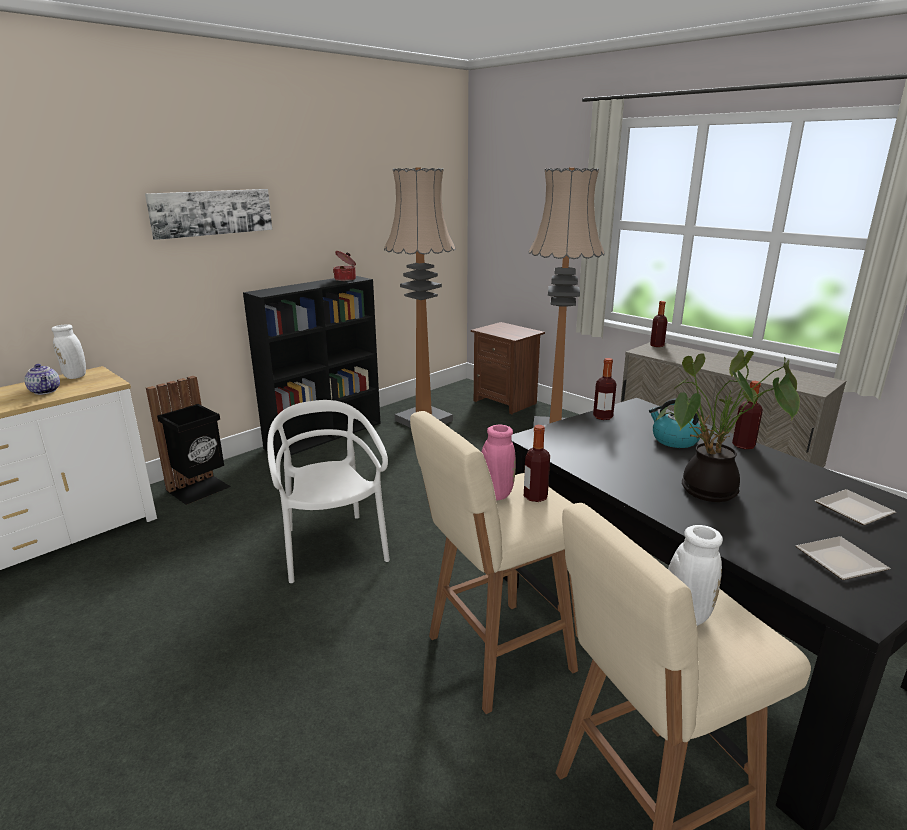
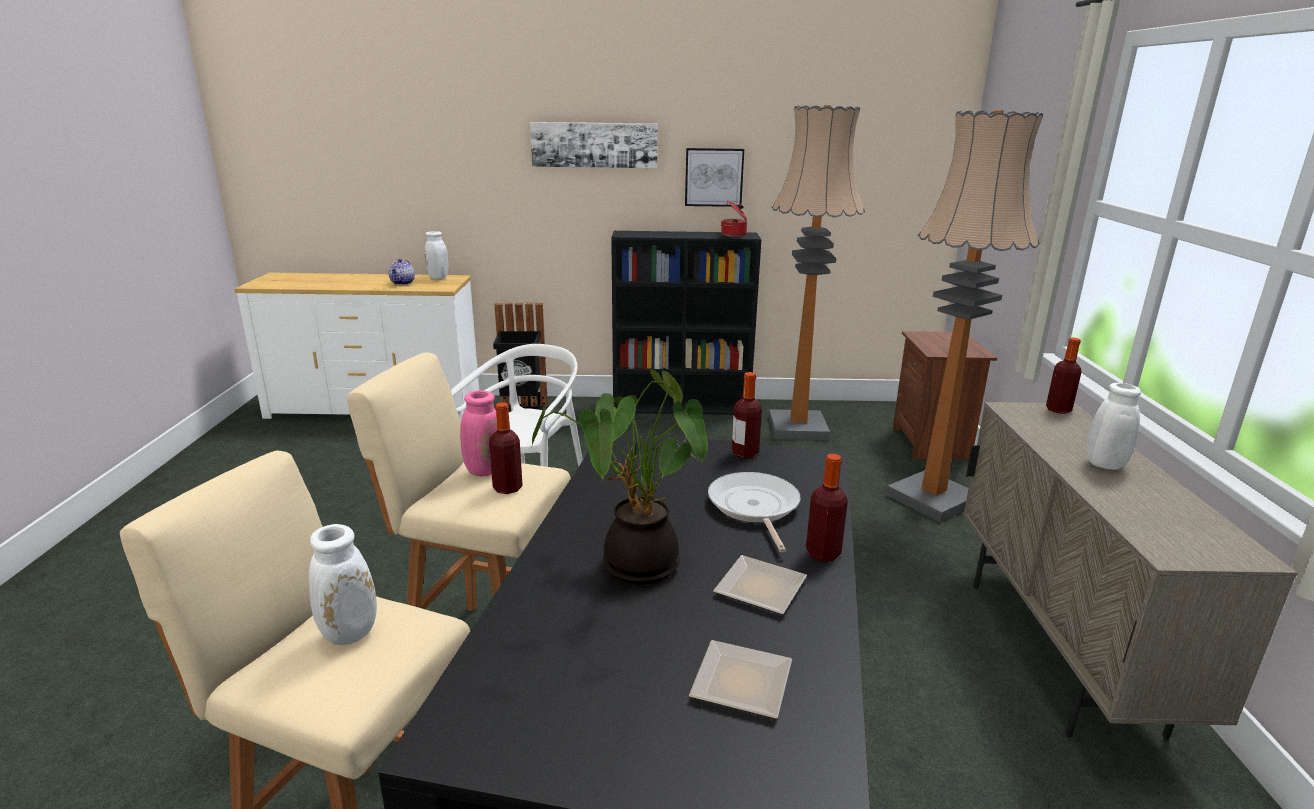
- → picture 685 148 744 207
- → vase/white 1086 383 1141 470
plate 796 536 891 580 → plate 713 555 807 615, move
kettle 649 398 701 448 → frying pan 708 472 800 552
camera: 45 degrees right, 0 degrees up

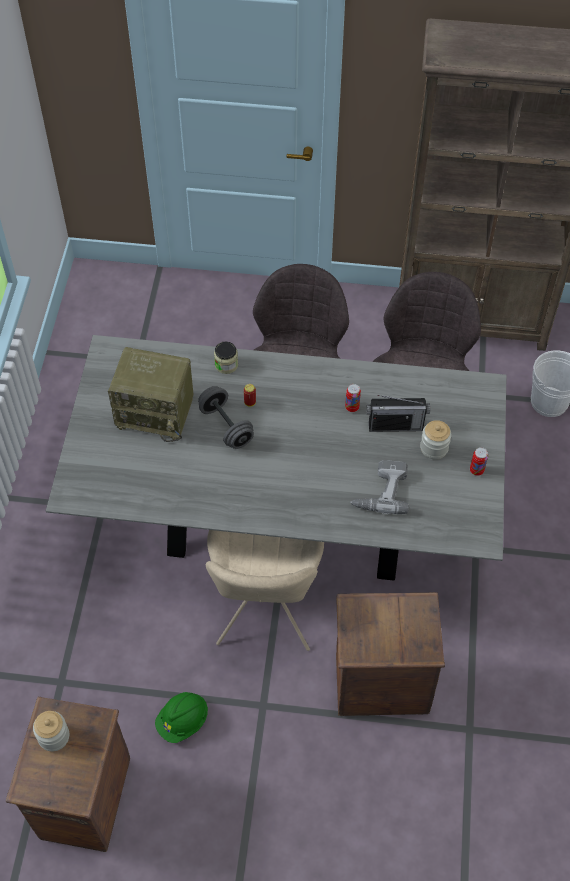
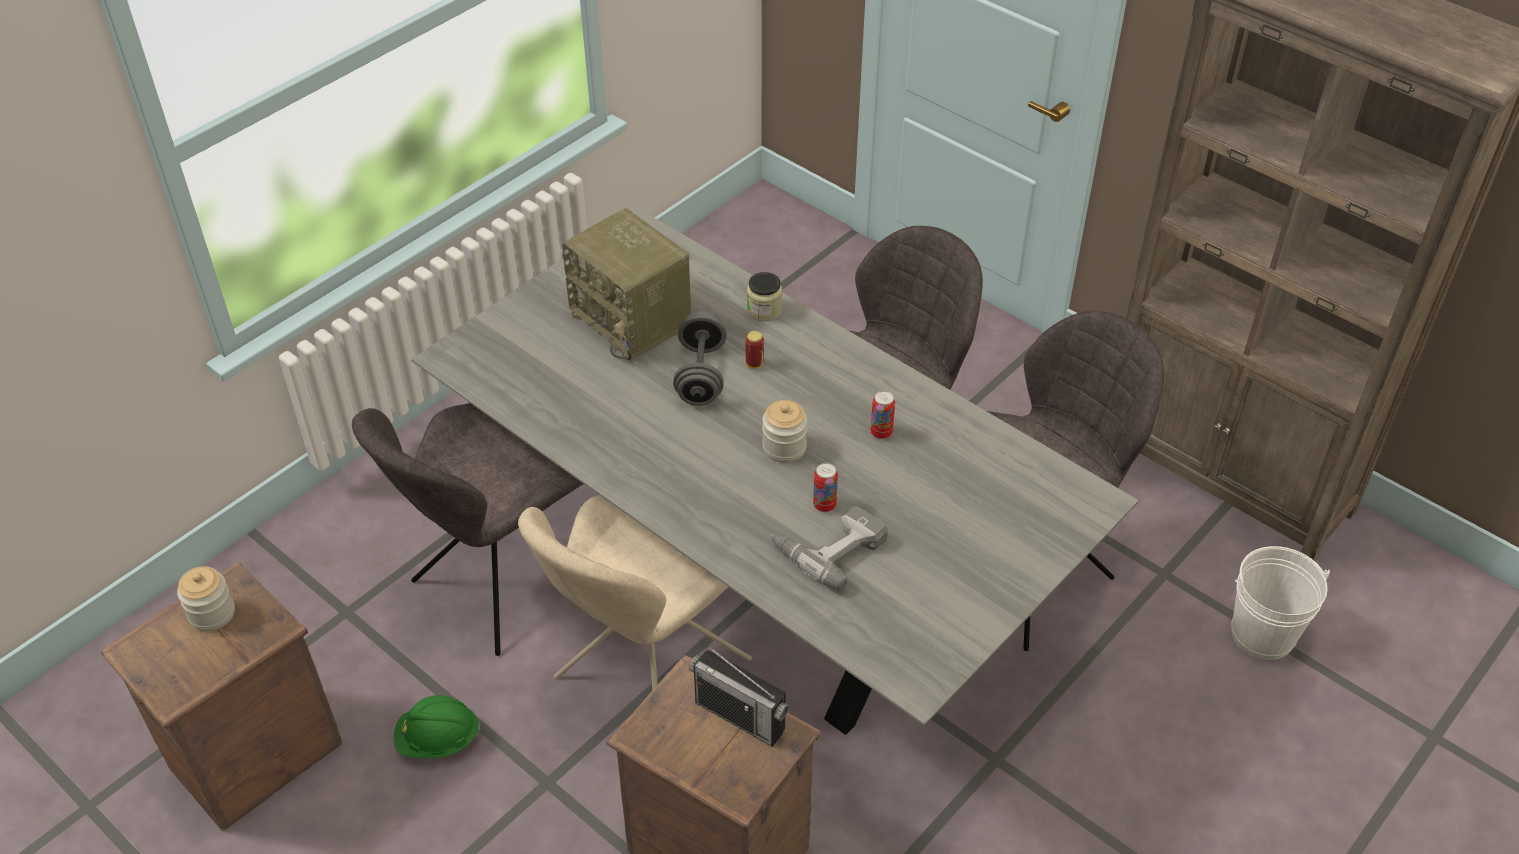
- → chair/grey 352 403 583 656
radio 366 395 430 432 → radio 689 645 789 747, move
jar 420 420 452 459 → jar 762 400 807 463, move
can 470 447 488 476 → can 813 463 838 512, move
camera: 35 degrees right, 10 degrees down

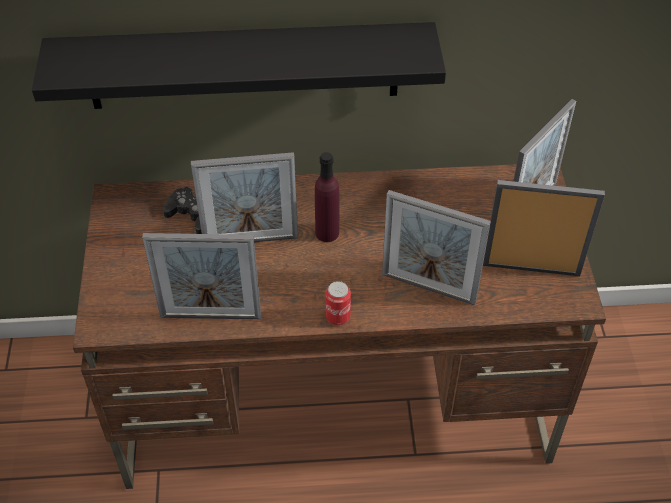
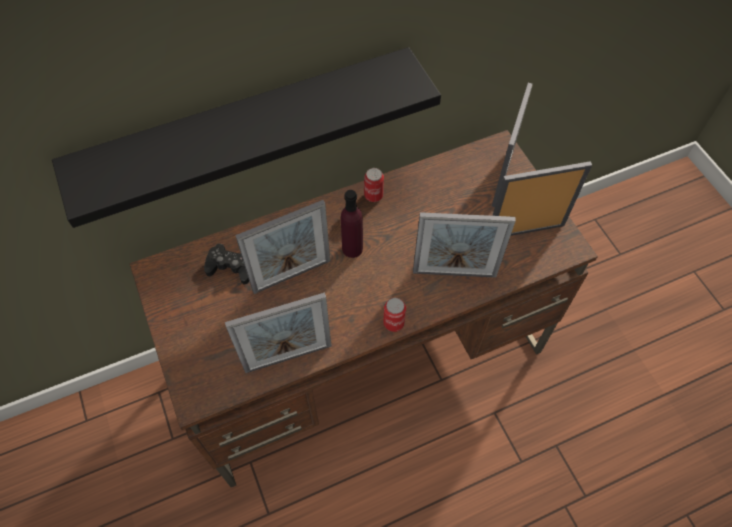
- → can 364 168 384 202
camera: 20 degrees left, 10 degrees up

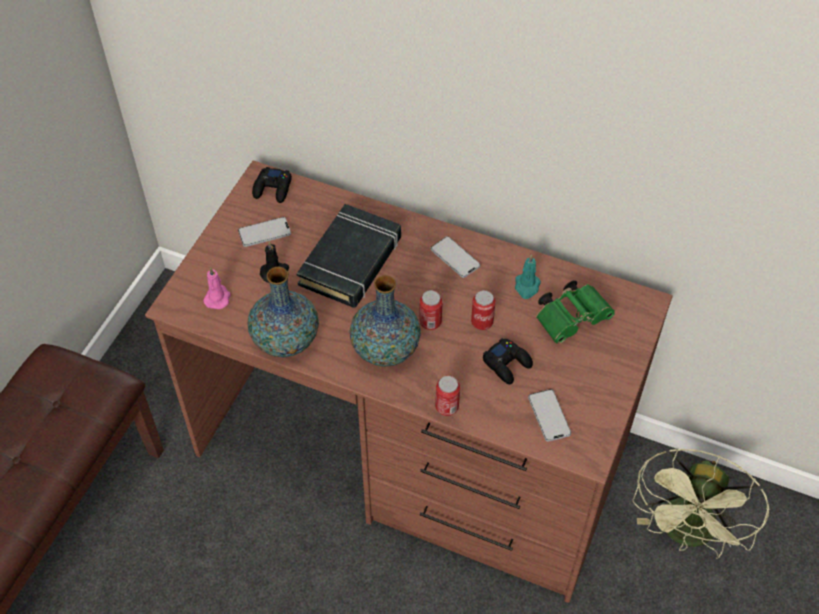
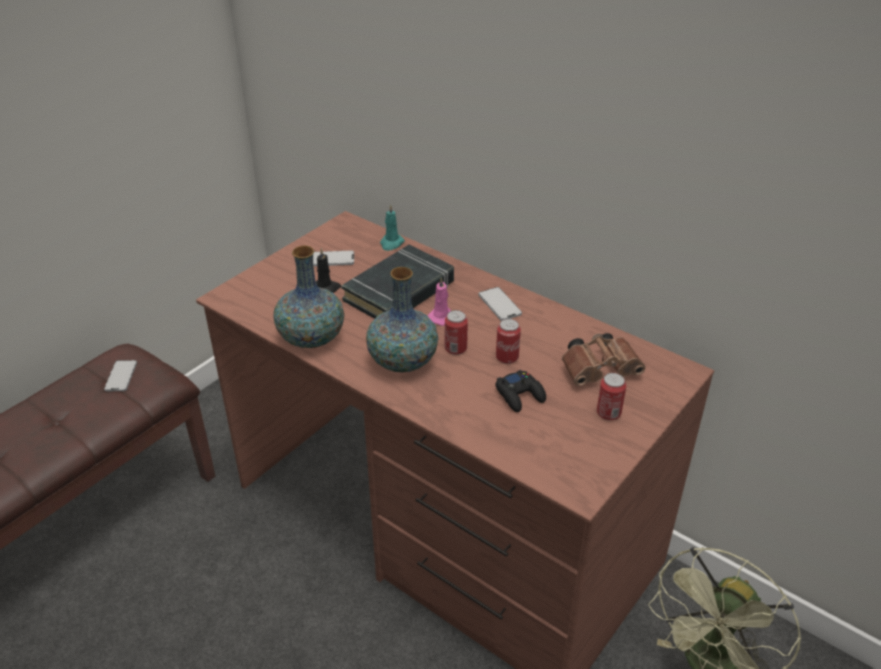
game controller/black 252 167 292 203 → -
candle/pink 203 267 231 309 → candle/pink 428 277 451 326, move
can 435 376 460 416 → can 597 373 626 420, move
candle/turquoise 515 254 541 299 → candle/turquoise 380 204 405 251, move
phone 528 389 571 442 → phone 104 360 137 391, move
binoculars/green 536 280 615 344 → binoculars/brown 562 333 646 386
camera: 15 degrees right, 15 degrees down

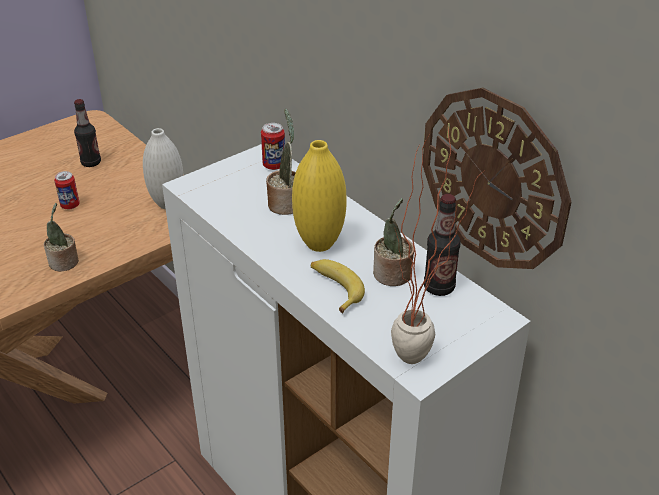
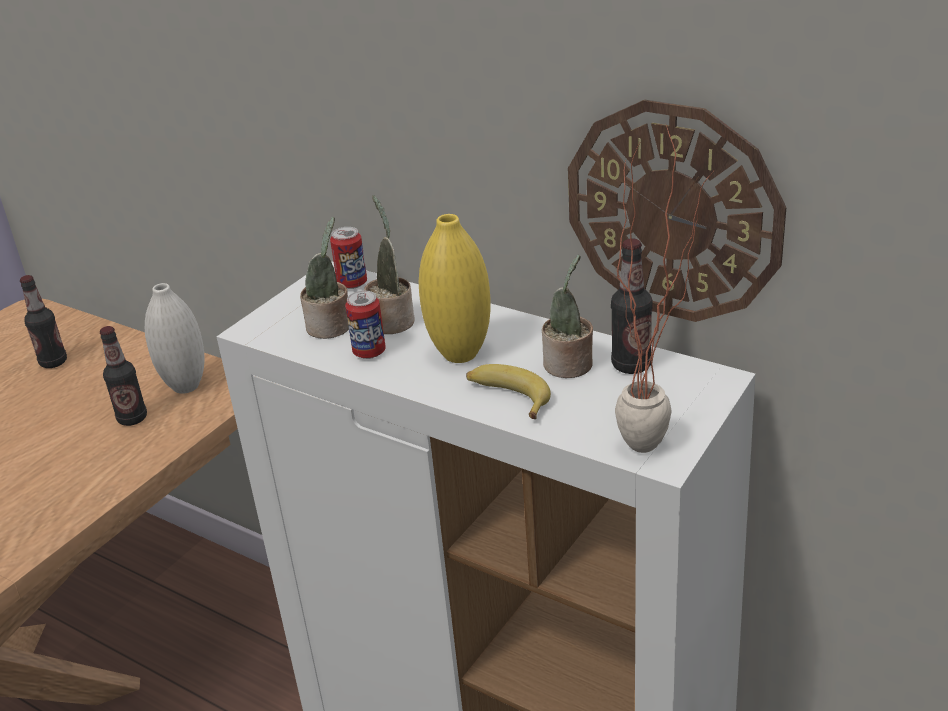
- → bottle 100 326 147 426
potted plant 44 203 79 271 → potted plant 300 217 349 339, move
can 54 171 80 209 → can 345 290 386 359, move
camera: 15 degrees left, 5 degrees down

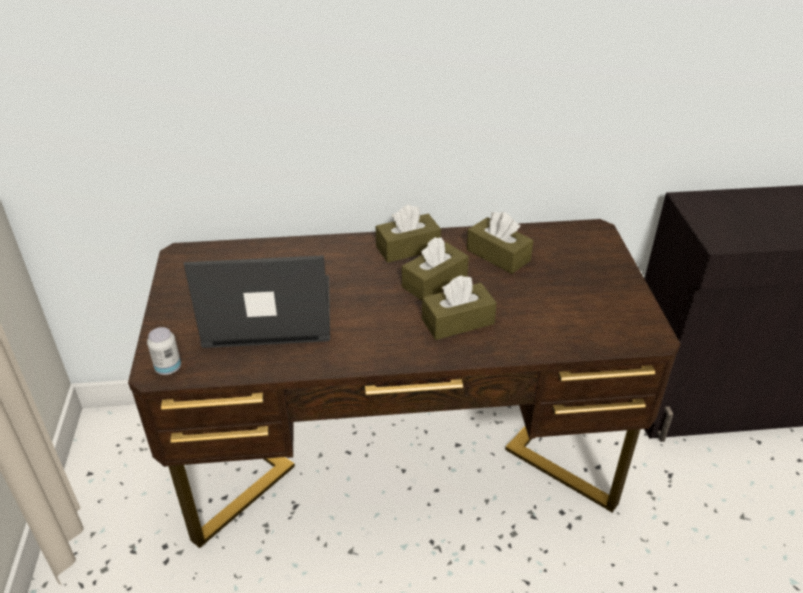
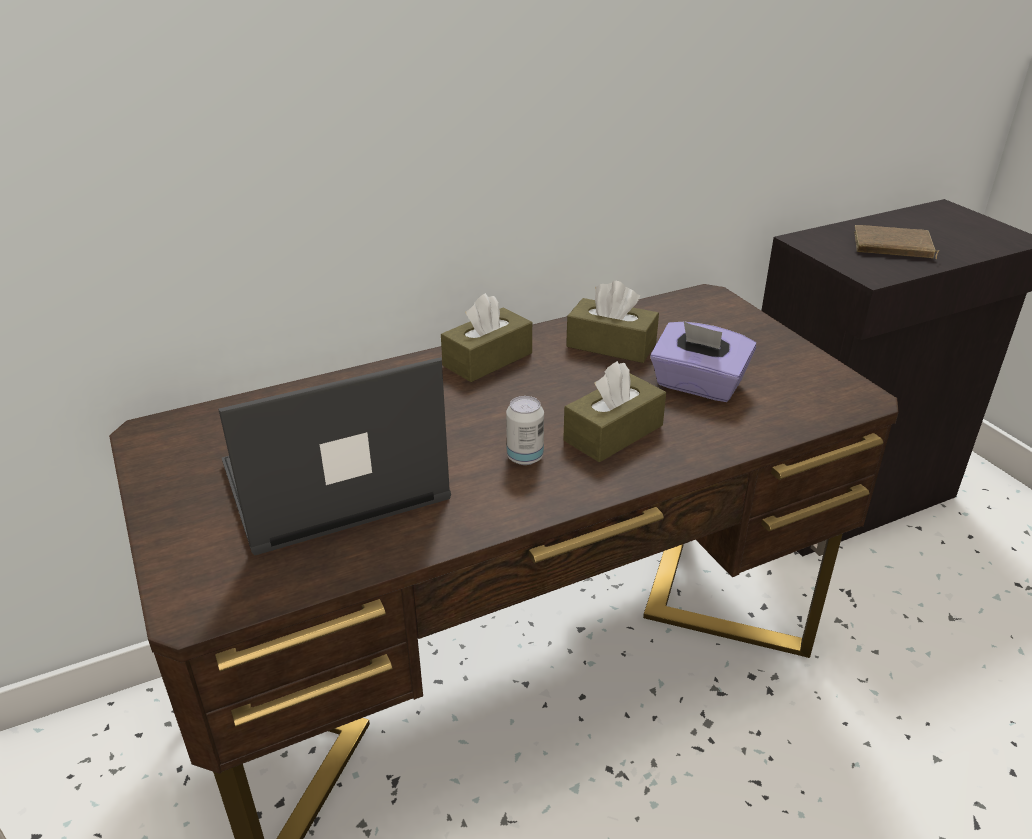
tissue box/brown 402 237 469 301 → -
- → tissue box/purple 650 322 756 402
- → book/brown 854 225 940 259
can 147 327 181 375 → can 506 396 544 465, move
camera: 20 degrees left, 5 degrees down

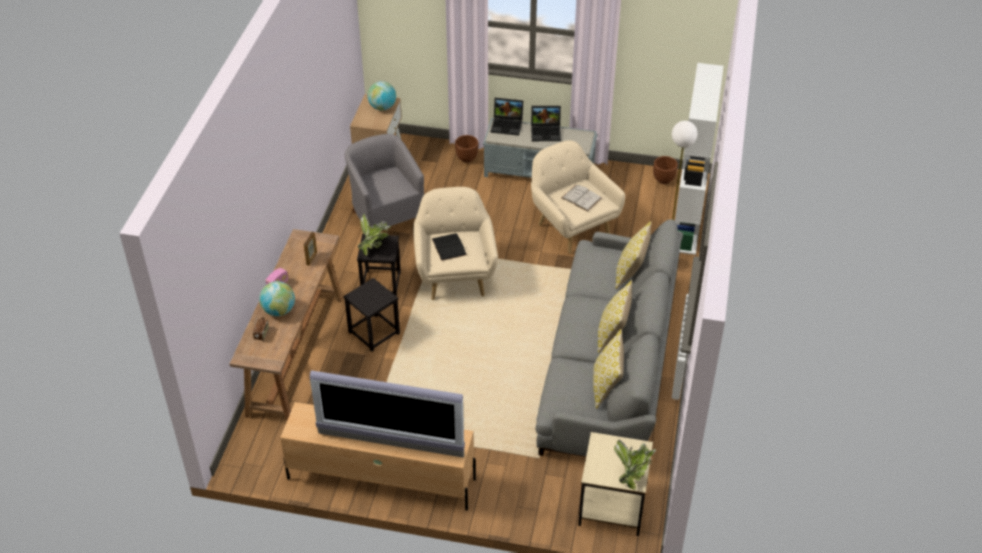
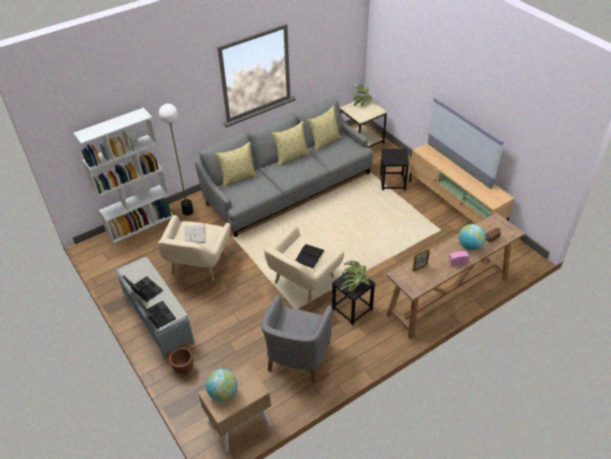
planter/brown 653 156 678 184 → -
stool/black 343 278 400 352 → stool/black 380 149 409 190, move
camera: 135 degrees left, 0 degrees up

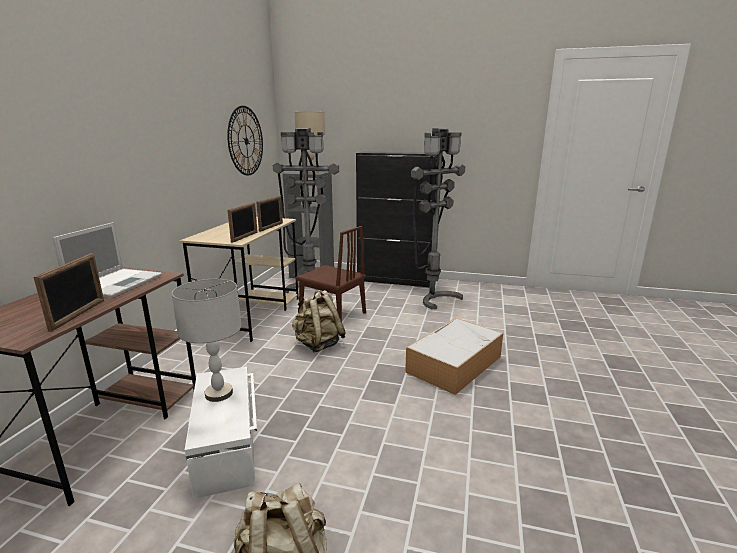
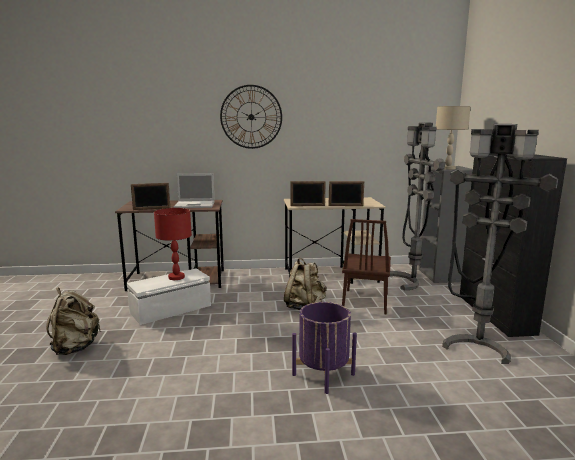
wall clock 227 106 263 176 → wall clock 220 85 282 149, move
storage box 405 318 503 395 → planter/purple 292 302 357 394
table lamp/grey 171 279 242 402 → table lamp/red 154 208 192 280
camera: 70 degrees right, 5 degrees down

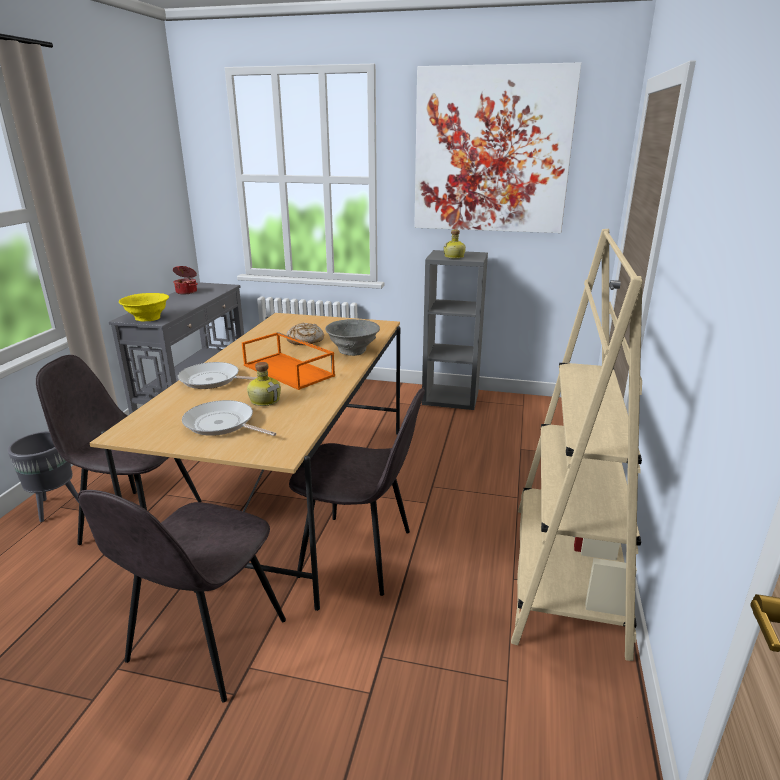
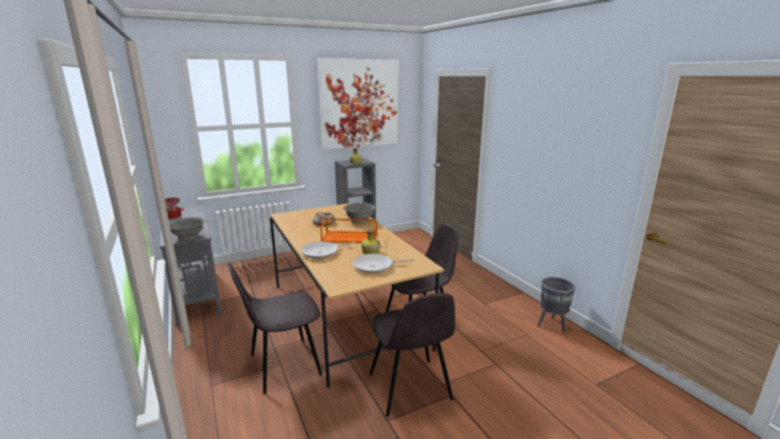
bookcase/beige 511 229 643 661 → -
planter/grey 7 431 79 522 → planter/grey 538 277 575 332, move
bowl/yellow 119 293 169 322 → bowl/grey 169 217 205 240
camera: 40 degrees left, 5 degrees down

